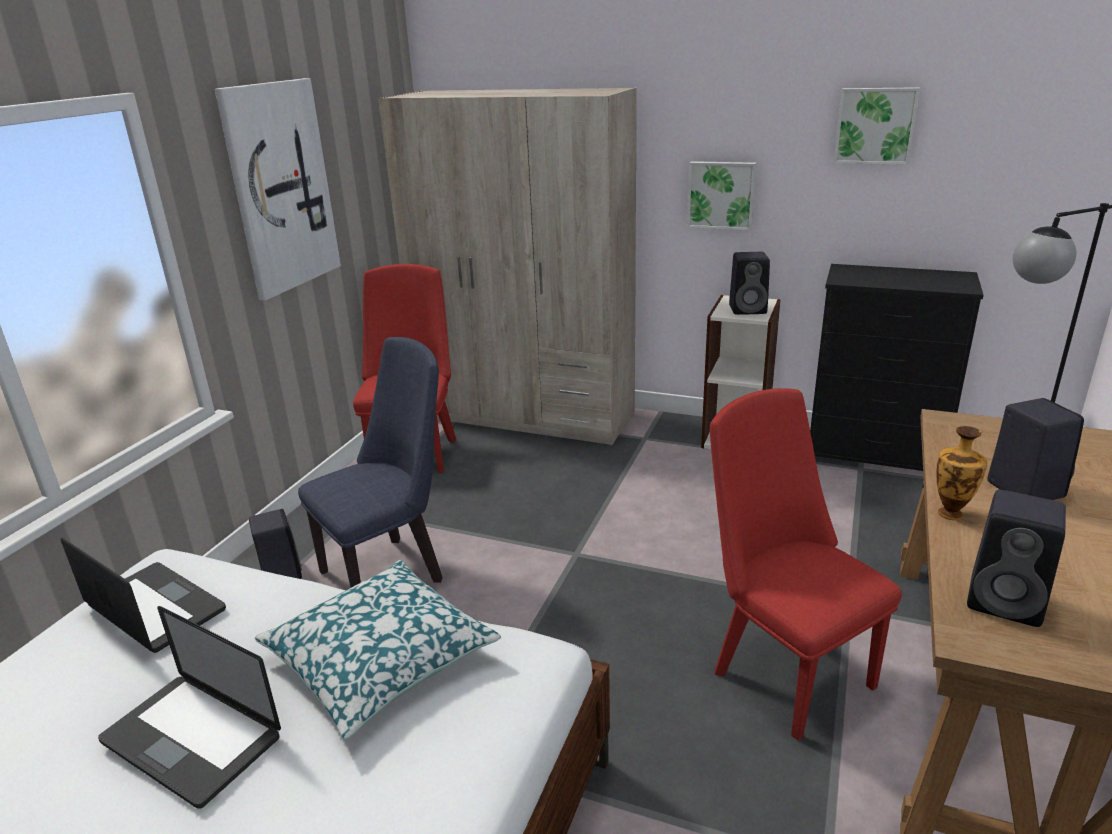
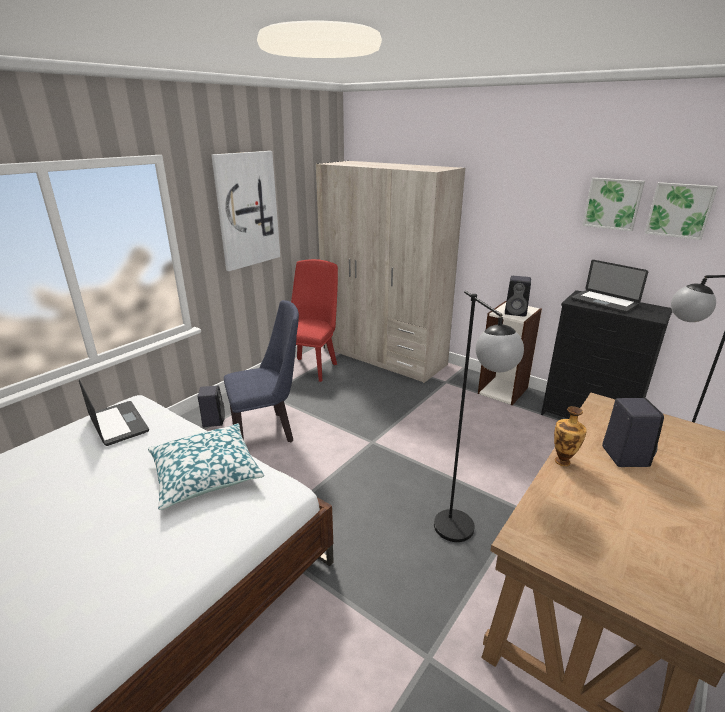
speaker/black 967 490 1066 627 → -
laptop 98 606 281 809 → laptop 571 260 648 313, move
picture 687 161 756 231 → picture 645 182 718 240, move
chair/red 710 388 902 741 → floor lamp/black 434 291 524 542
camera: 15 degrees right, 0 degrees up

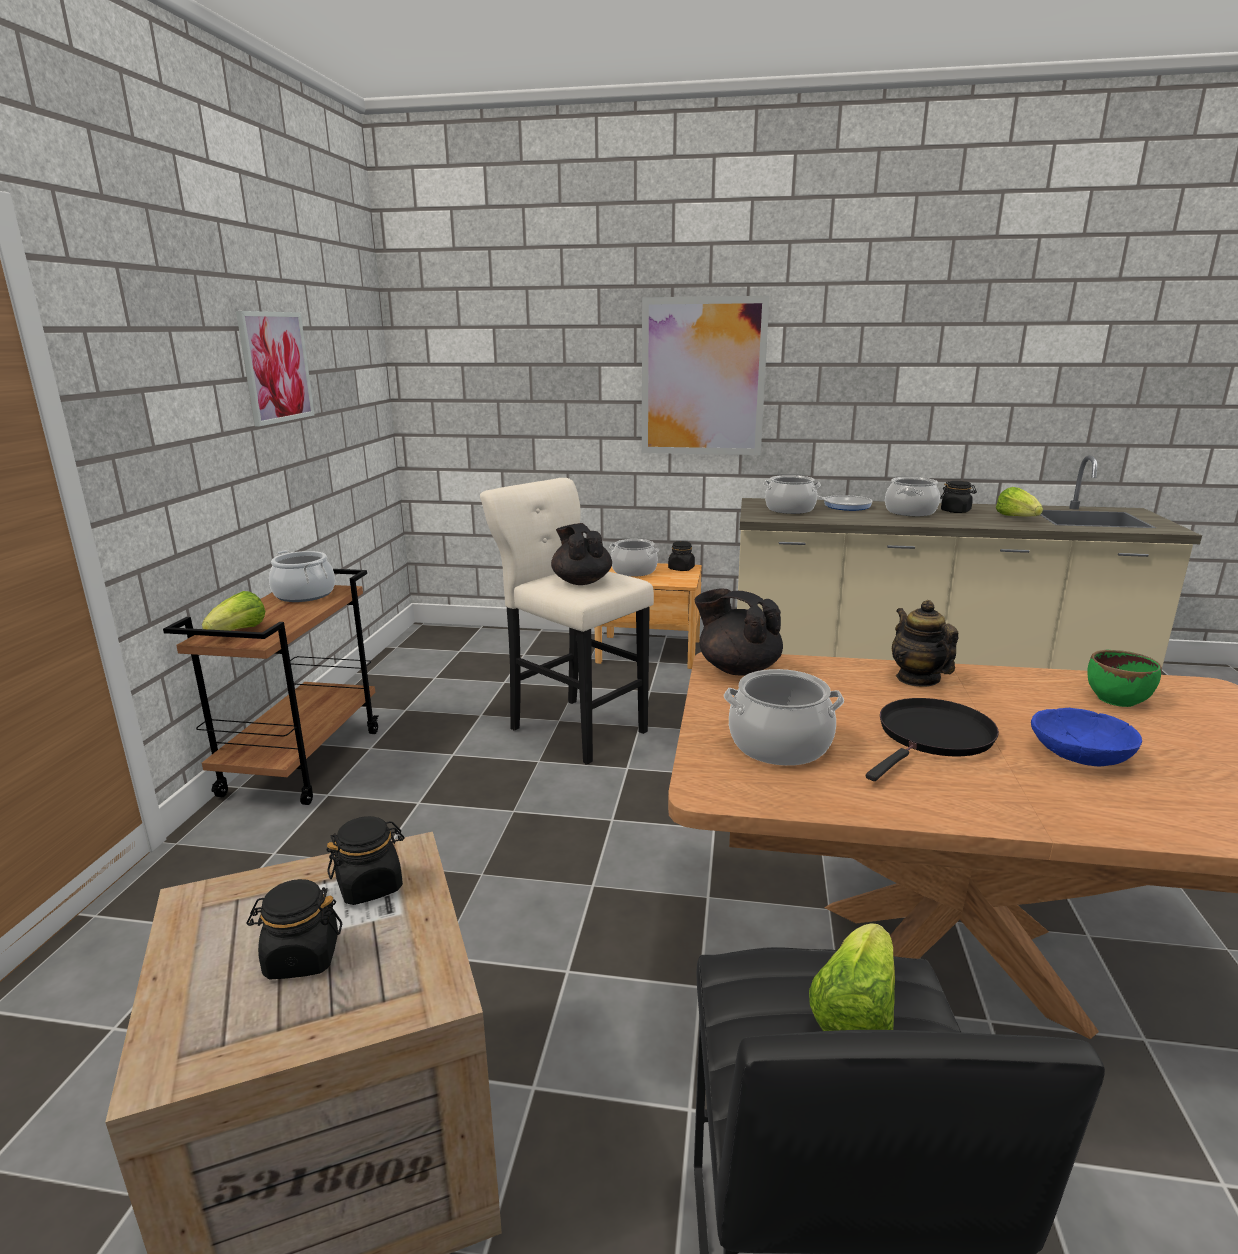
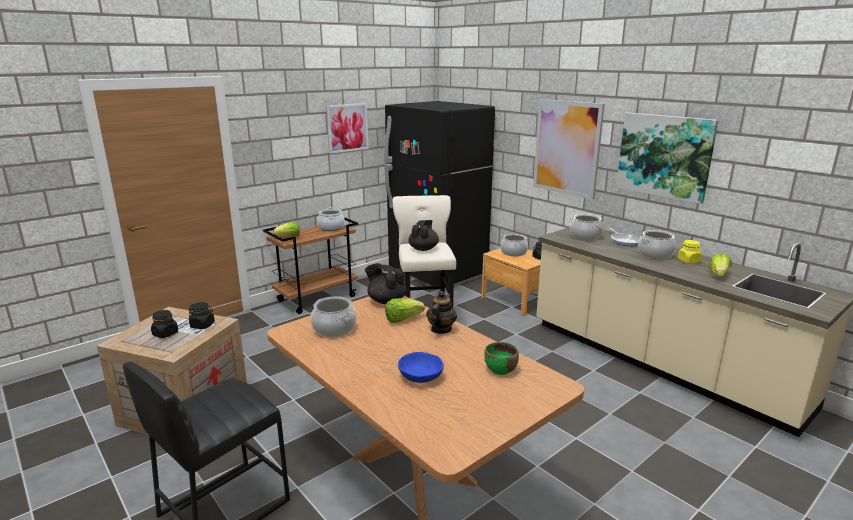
frying pan/black 866 698 999 781 → -
- → fridge/black 384 101 495 286
- → picture 616 113 719 204
lettuce 809 923 895 1031 → lettuce 385 298 425 323, move
jar/black 940 481 977 513 → jar/yellow 678 240 702 263
teapot/black 695 589 783 675 → teapot/black 365 263 406 304, 45 degrees counterclockwise
camera: 40 degrees right, 0 degrees up

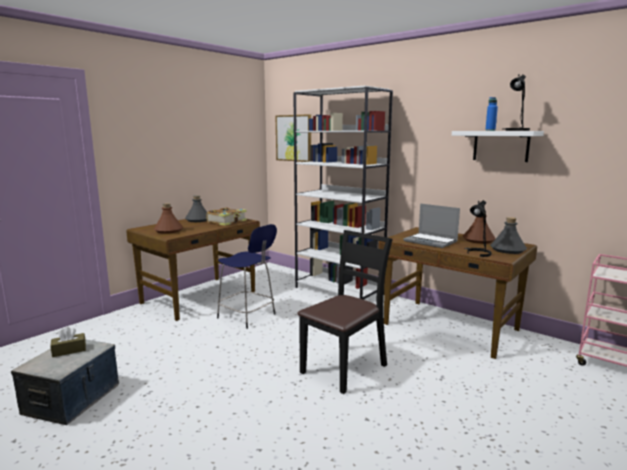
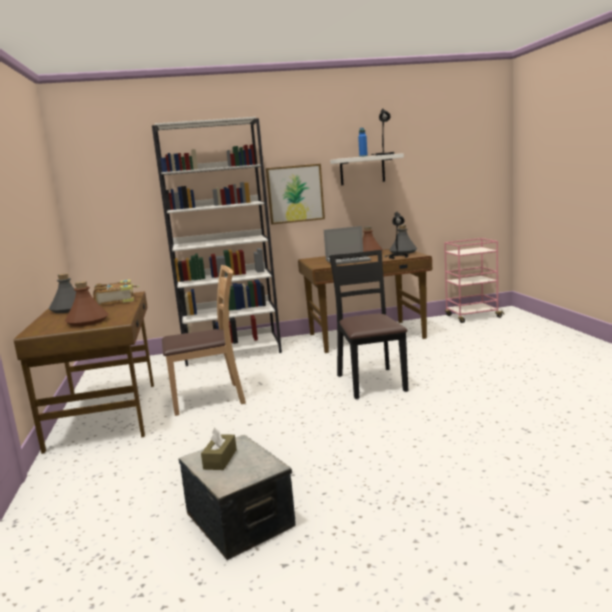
picture 276 114 311 162 → picture 266 164 325 225, move
stool/blue 217 224 277 329 → chair/brown 162 265 246 416
camera: 50 degrees left, 0 degrees up

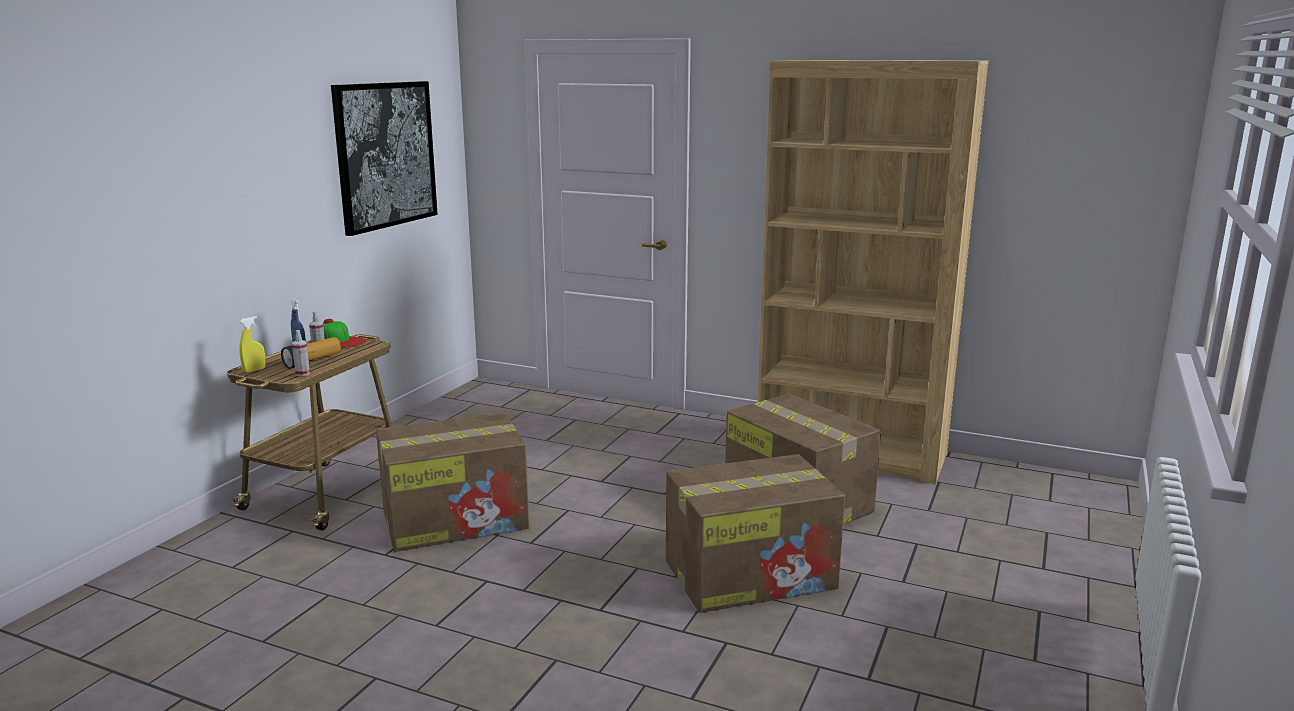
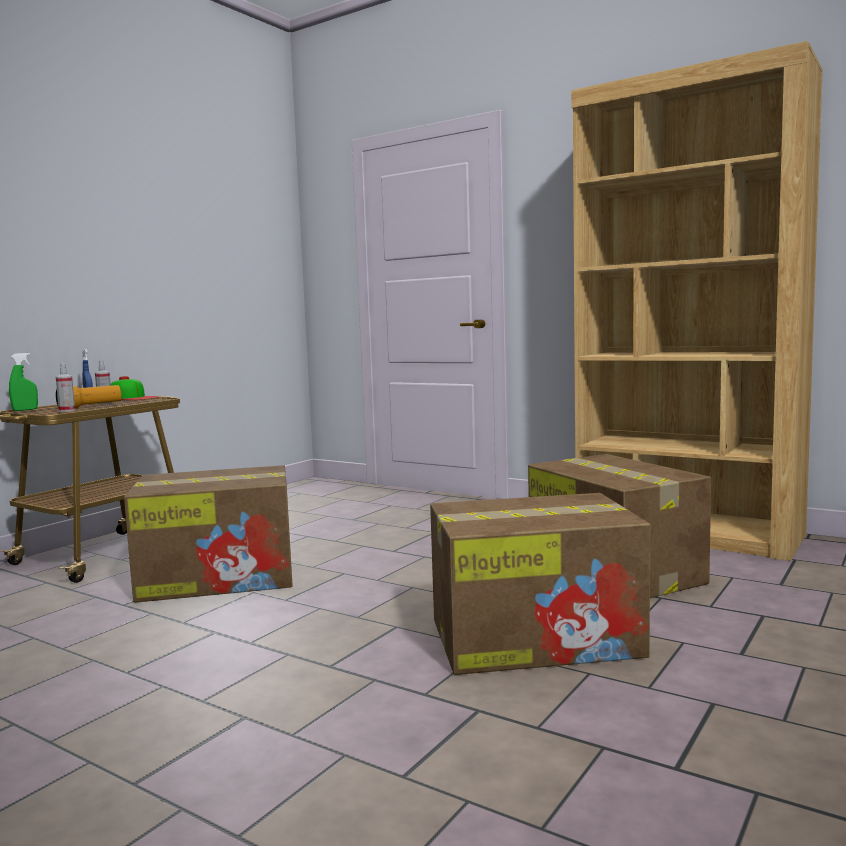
picture 331 81 438 236 → -
spray bottle/yellow 239 316 265 373 → spray bottle/green 9 353 38 411
camera: 10 degrees right, 10 degrees down

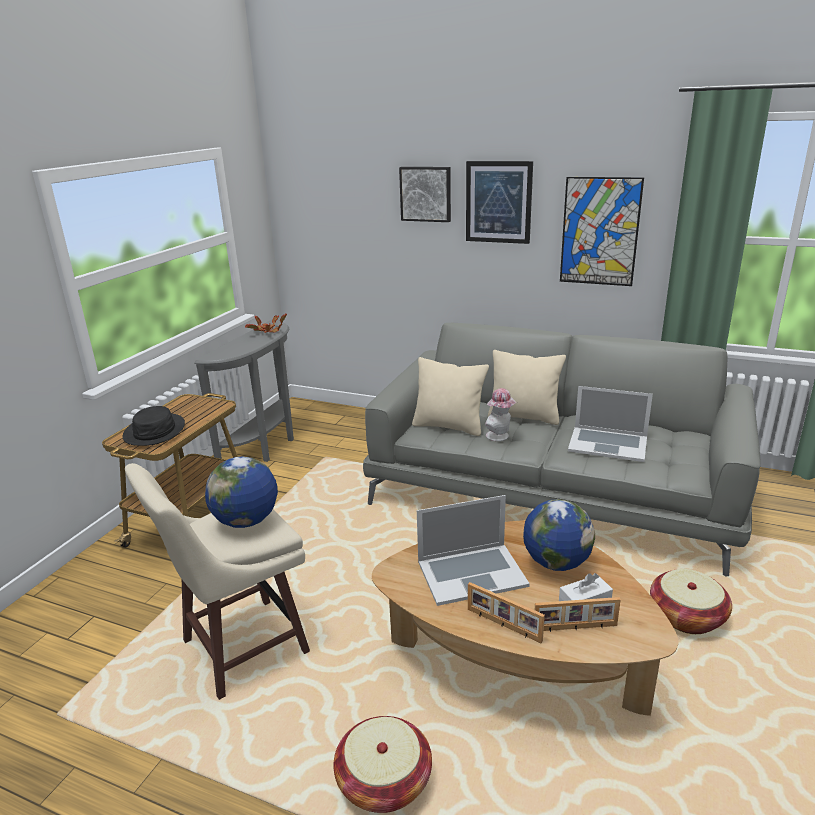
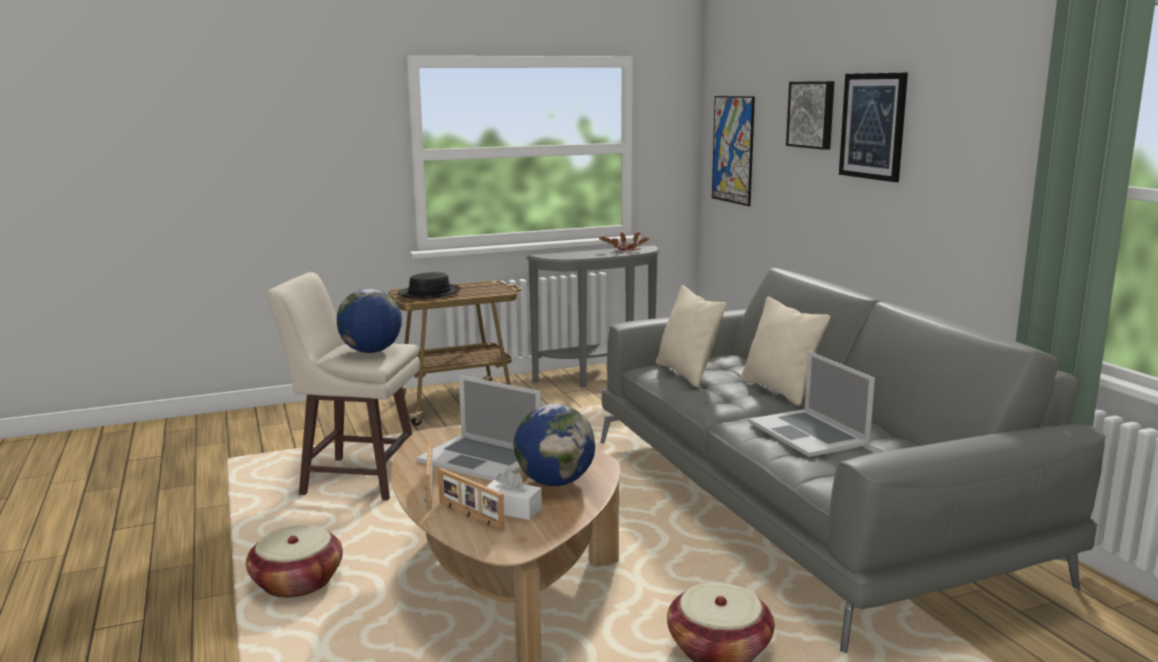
hat 485 388 517 441 → -
picture 560 177 644 286 → picture 712 96 755 206, move
camera: 45 degrees right, 10 degrees down

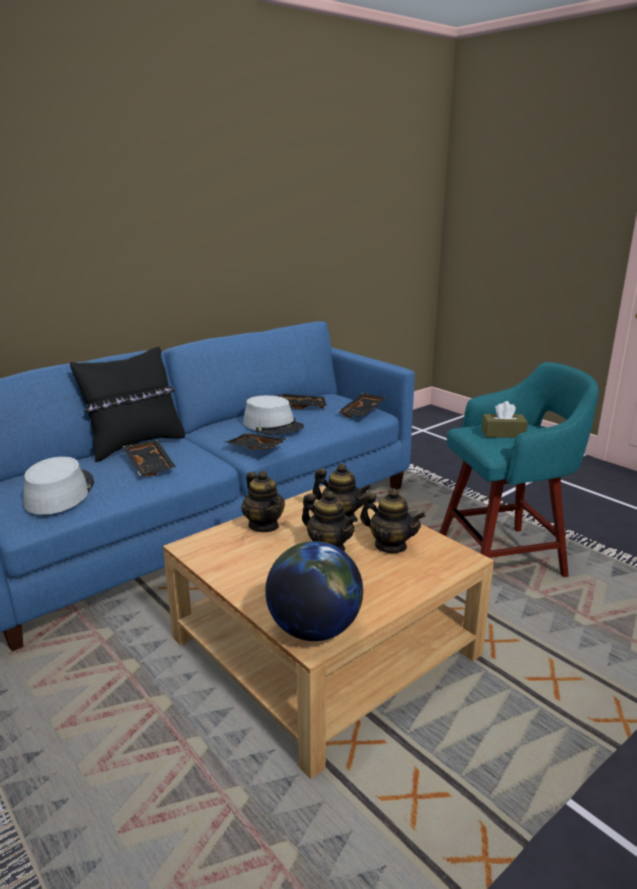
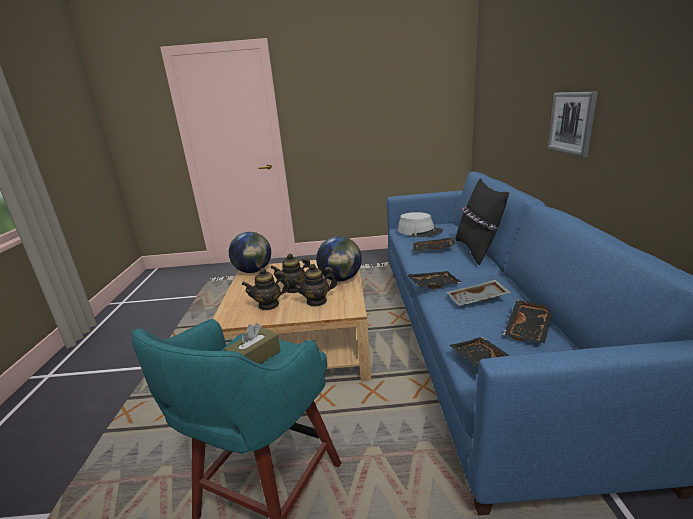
- → picture 548 92 598 157
teapot 241 471 285 532 → globe 316 236 362 281
hat/grey 243 395 304 435 → tray/grey 447 280 511 306
camera: 130 degrees right, 0 degrees up

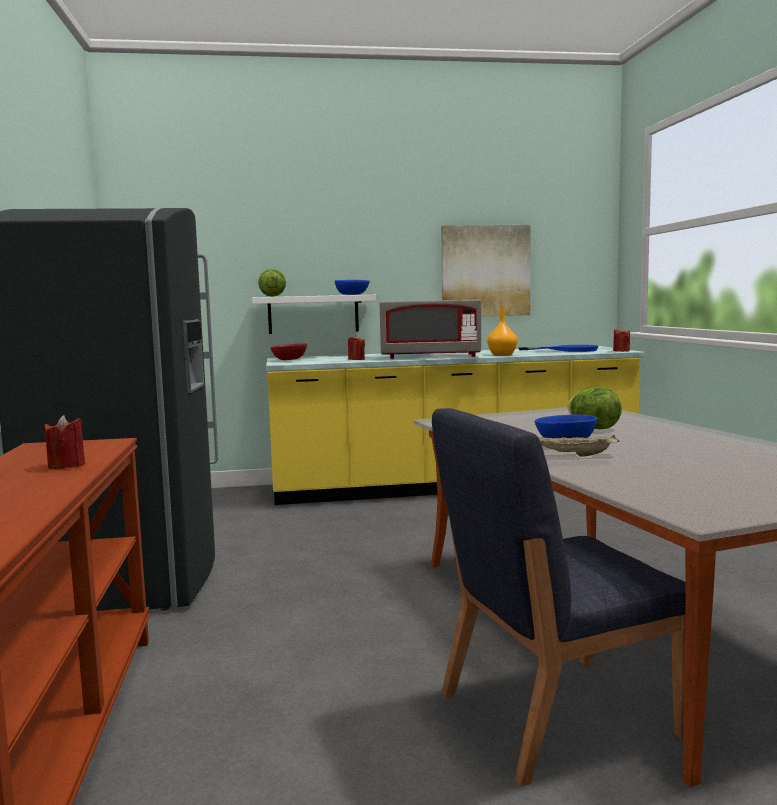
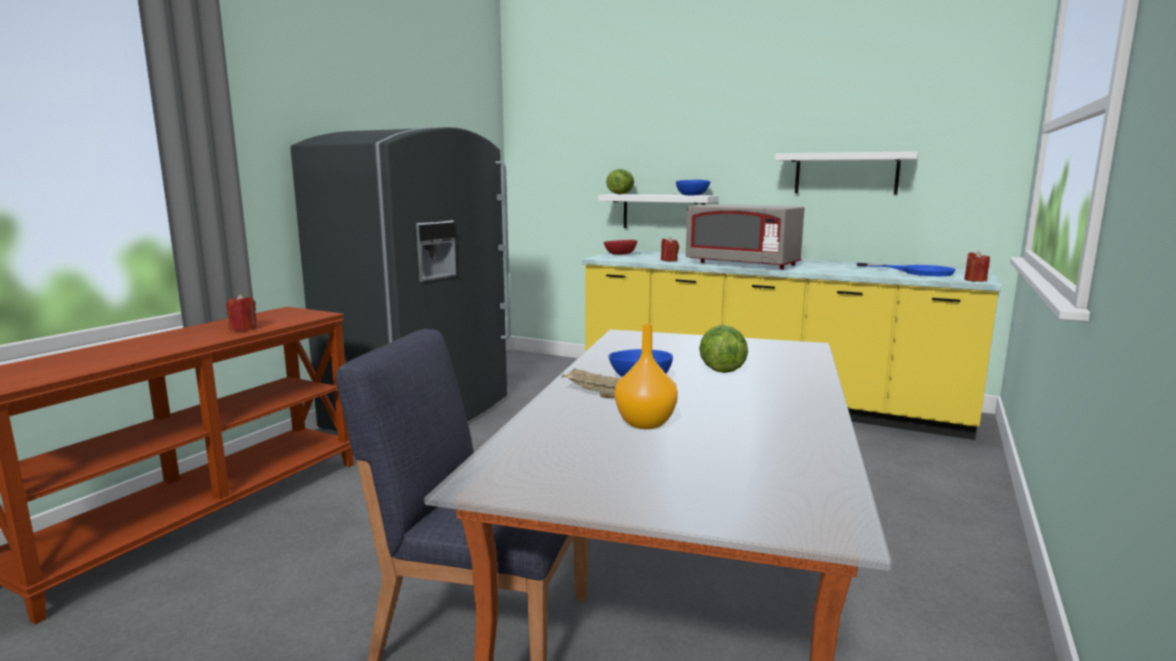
vase/orange 487 307 517 356 → vase/orange 615 323 678 429, move
picture 441 225 531 317 → shelf/white 775 151 918 194
camera: 35 degrees right, 5 degrees up

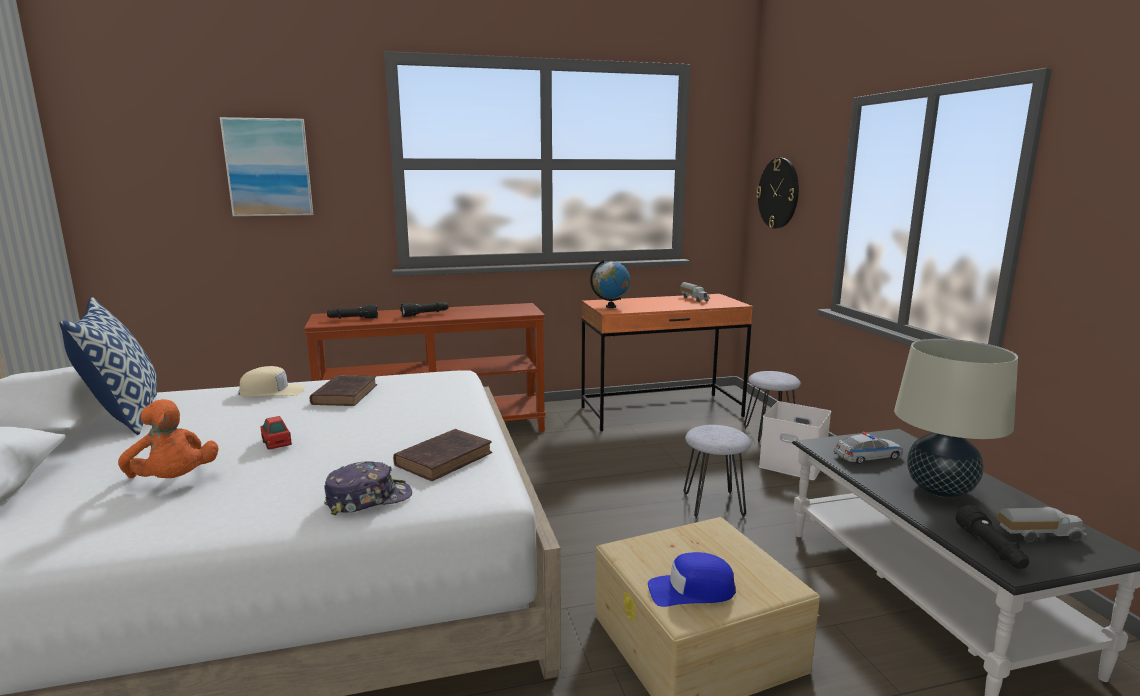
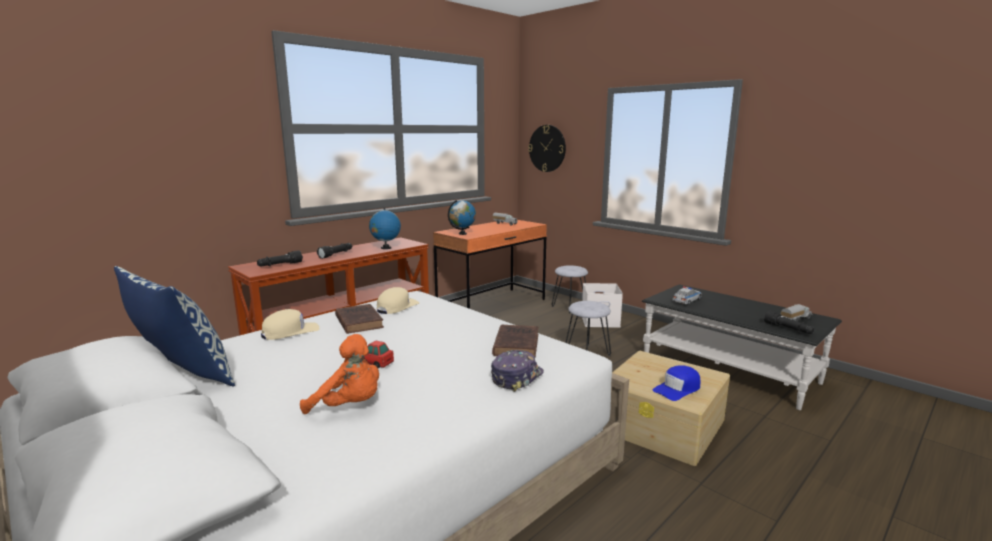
picture 220 117 313 216 → -
table lamp/beige 894 339 1018 498 → -
- → globe 369 208 401 249
- → cap/beige 377 287 419 314
camera: 30 degrees left, 0 degrees up

